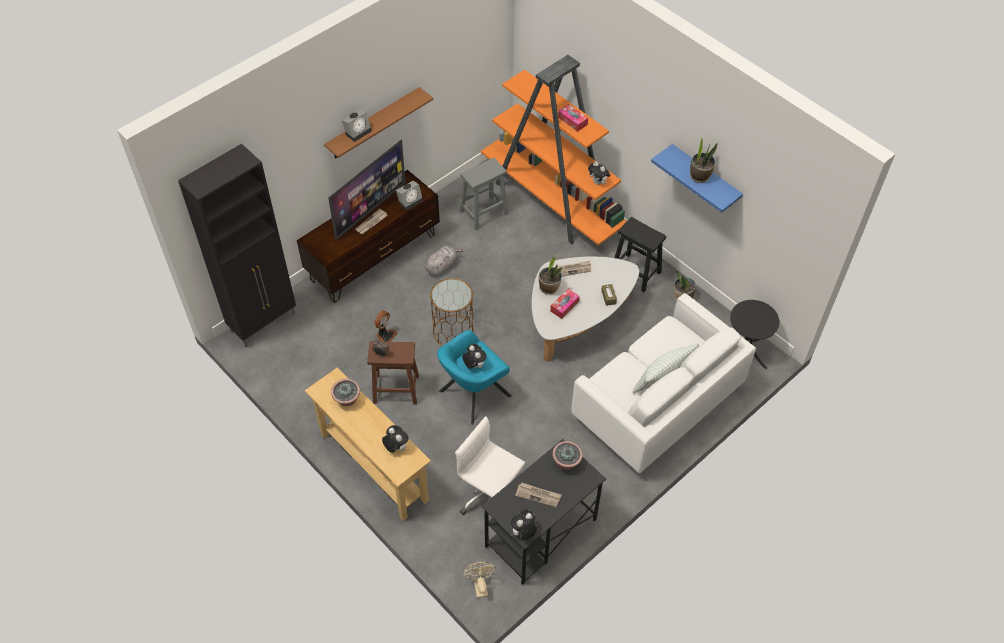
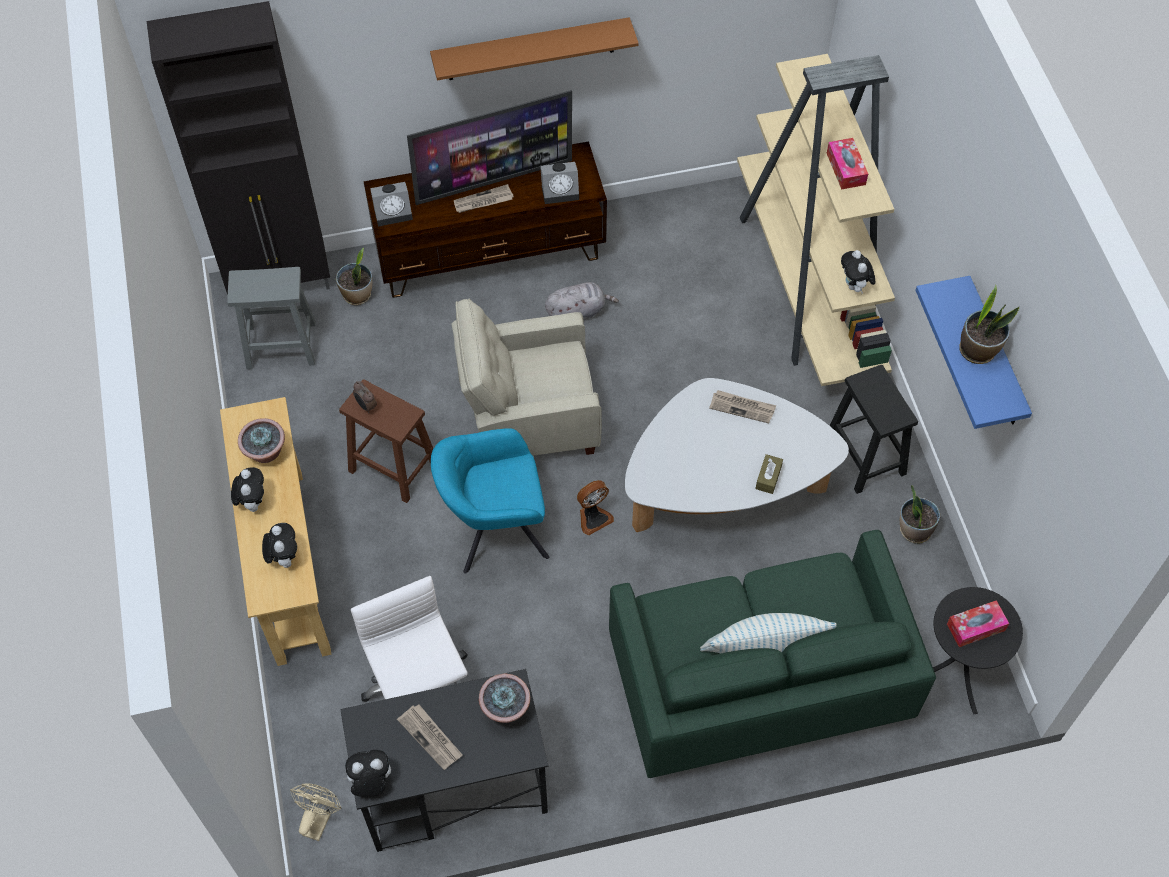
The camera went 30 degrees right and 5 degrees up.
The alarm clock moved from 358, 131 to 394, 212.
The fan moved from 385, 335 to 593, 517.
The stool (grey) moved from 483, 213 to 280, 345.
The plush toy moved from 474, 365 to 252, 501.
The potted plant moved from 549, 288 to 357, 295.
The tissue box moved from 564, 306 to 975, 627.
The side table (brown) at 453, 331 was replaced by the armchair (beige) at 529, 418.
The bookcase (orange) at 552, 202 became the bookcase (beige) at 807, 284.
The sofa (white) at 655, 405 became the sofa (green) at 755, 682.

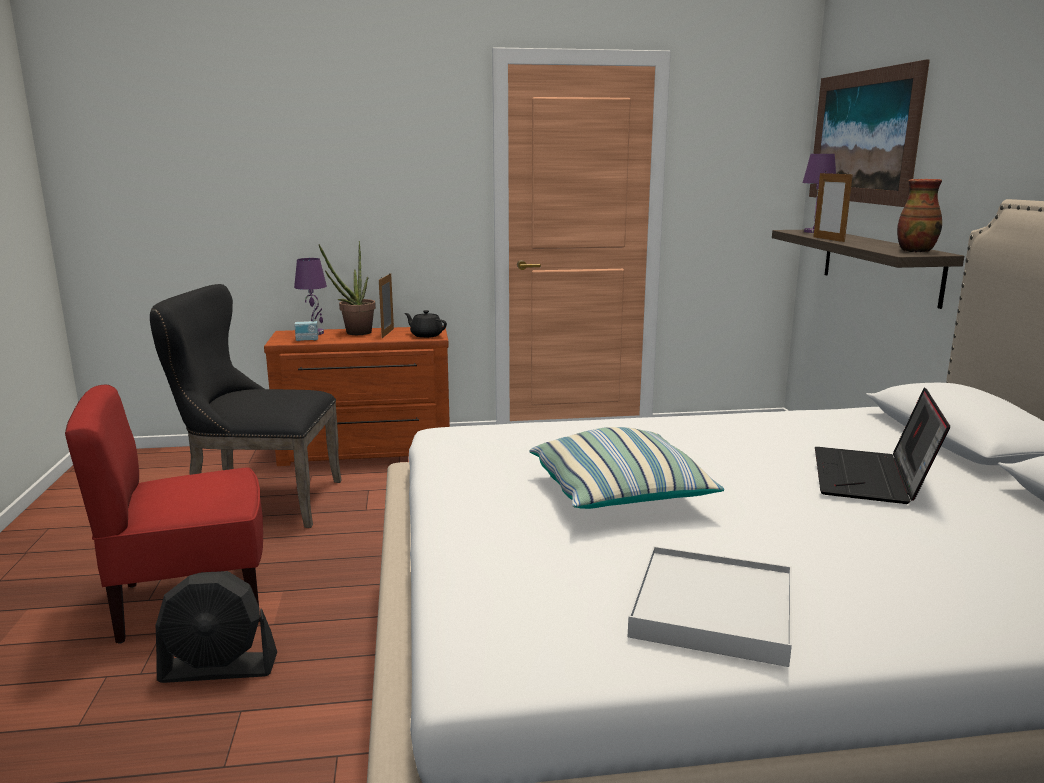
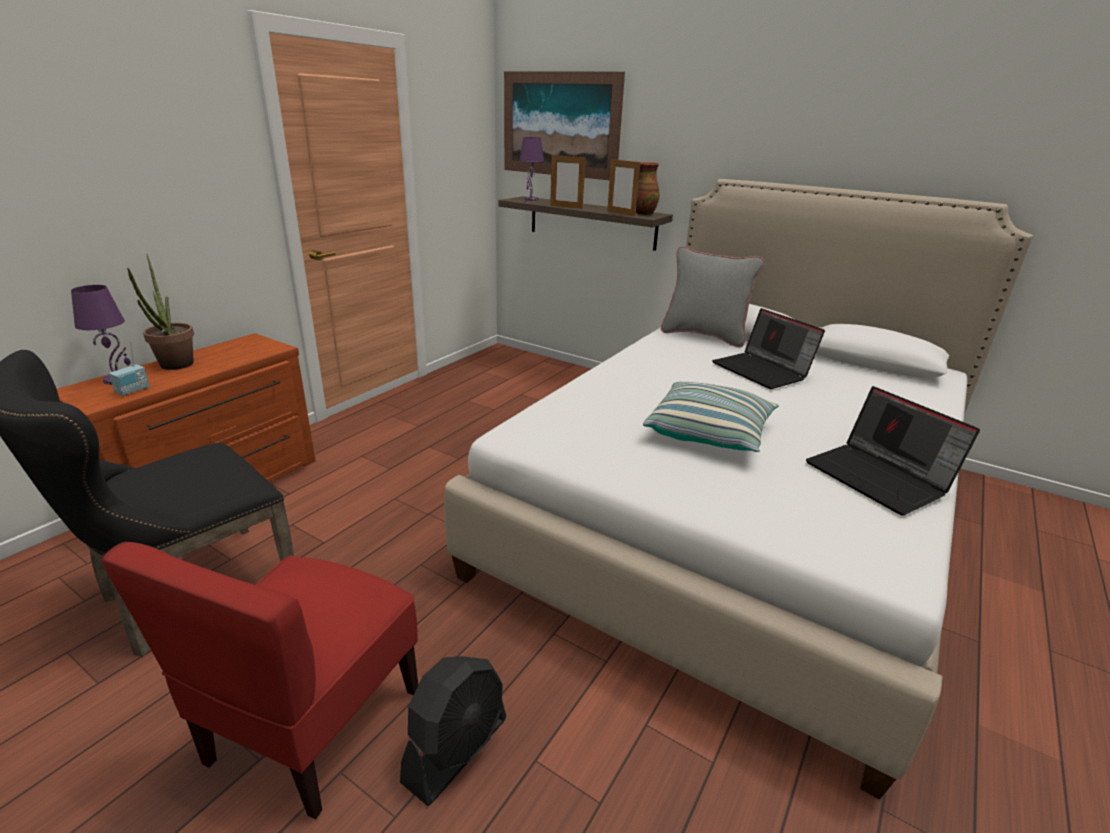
The camera went 50 degrees left and 10 degrees up.
The teapot (black) at 426, 335 disappeared.
The pillow (grey) at 704, 335 appeared.
The picture frame moved from 388, 333 to 621, 213.
The tray (white) at 713, 610 was replaced by the laptop at 879, 478.

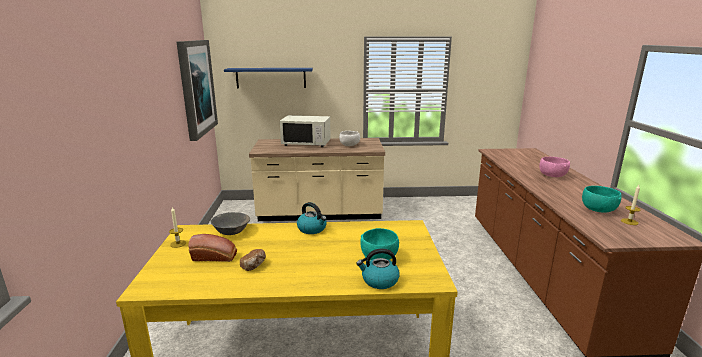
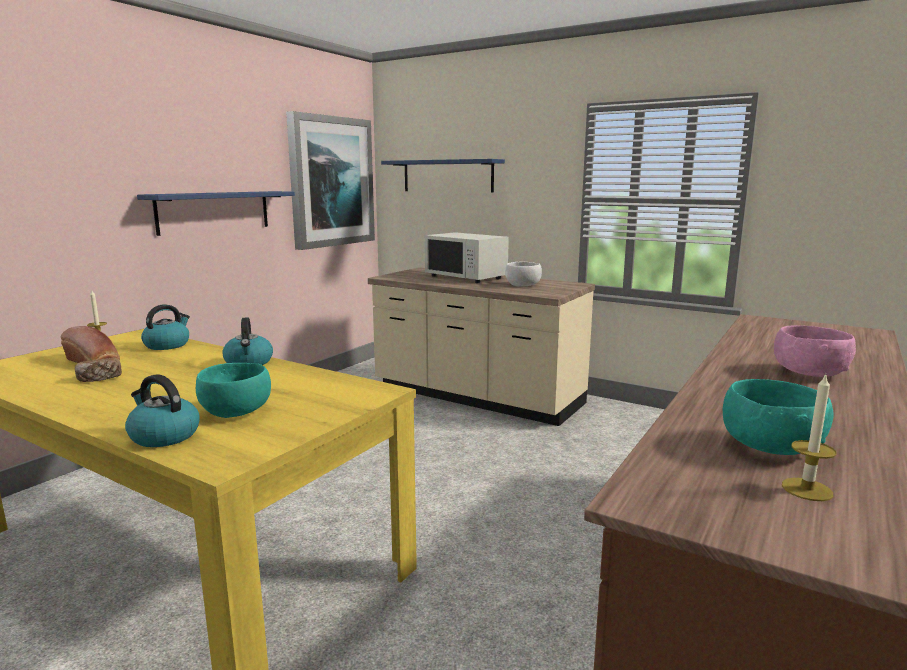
The camera went 35 degrees right and 5 degrees down.
The shelf (blue) at 214, 211 appeared.
The bowl (grey) at 231, 232 was replaced by the kettle at 167, 345.

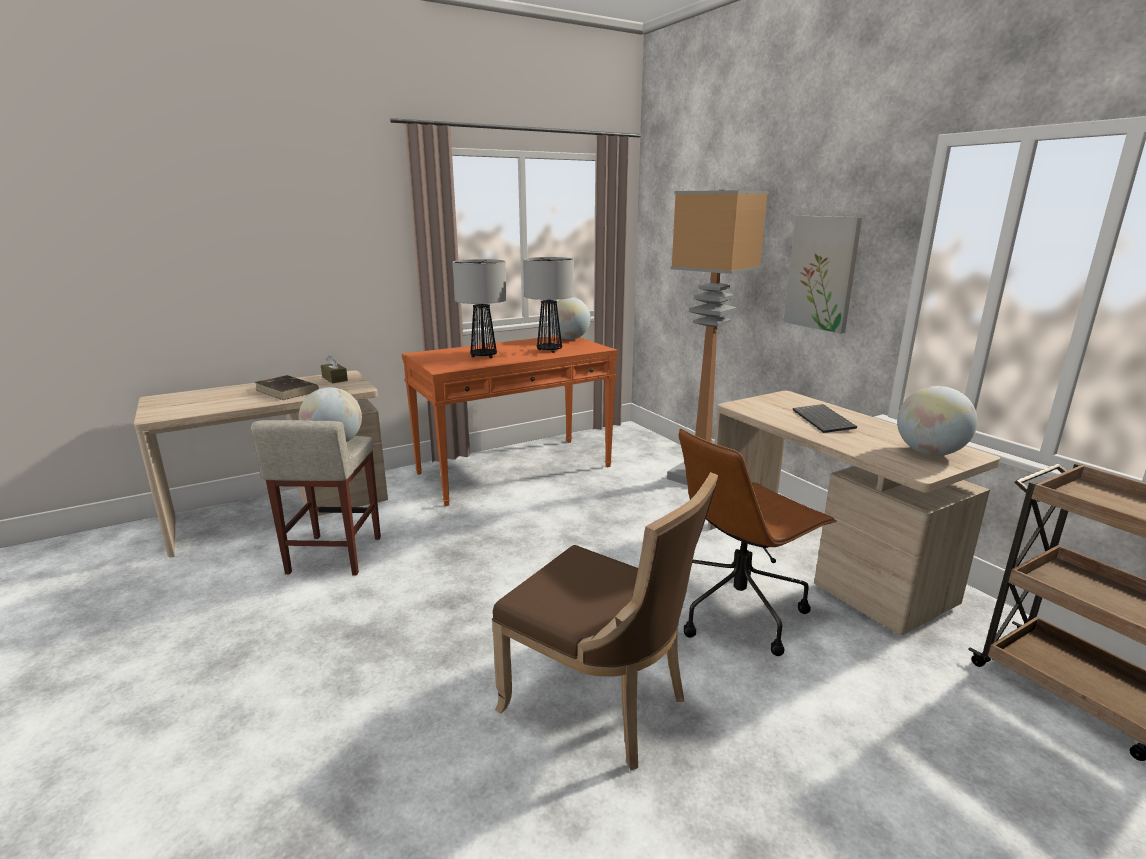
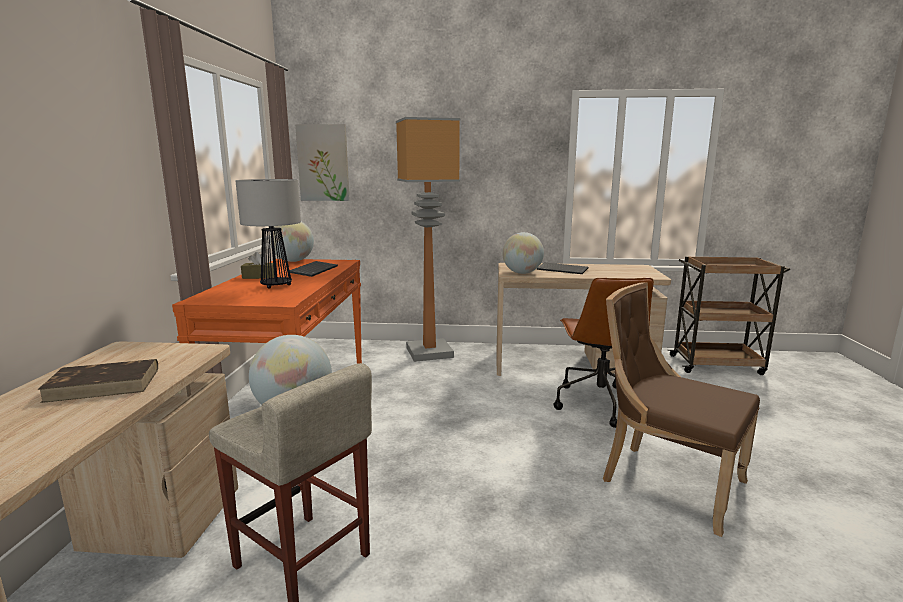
The camera went 55 degrees left and 5 degrees down.
The tissue box (brown) moved from 334, 379 to 259, 277.
The picture moved from 822, 273 to 323, 163.
The globe moved from 929, 453 to 522, 273.
The table lamp at 549, 350 was replaced by the keyboard at 313, 270.
The chair (brown) at 602, 703 turned 120 degrees counterclockwise.

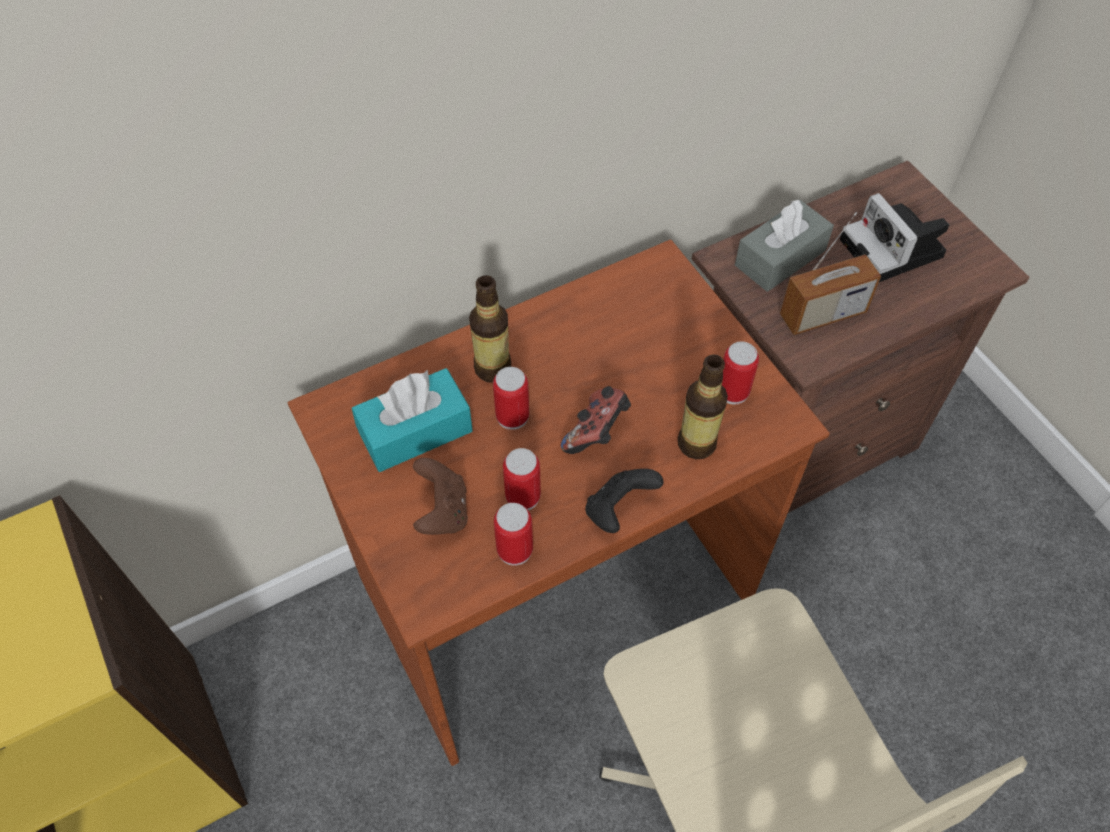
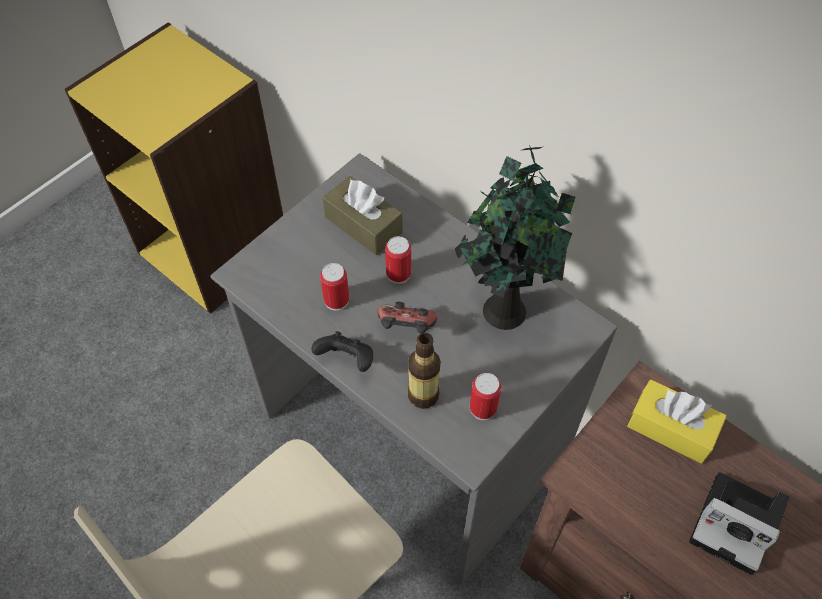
The camera went 70 degrees right and 0 degrees up.
The game controller (brown) at 442, 511 disappeared.
The bottle at 493, 368 disappeared.
The can at 514, 550 disappeared.
The radio at 822, 314 disappeared.
The potted plant at 503, 307 appeared.
The desk (brown) at 556, 594 became the desk (grey) at 411, 438.
The tissue box (turquoise) at 415, 431 became the tissue box (brown) at 363, 225.
The tissue box (grey) at 780, 258 became the tissue box (yellow) at 671, 428.
The photo camera at 894, 250 turned 105 degrees counterclockwise.

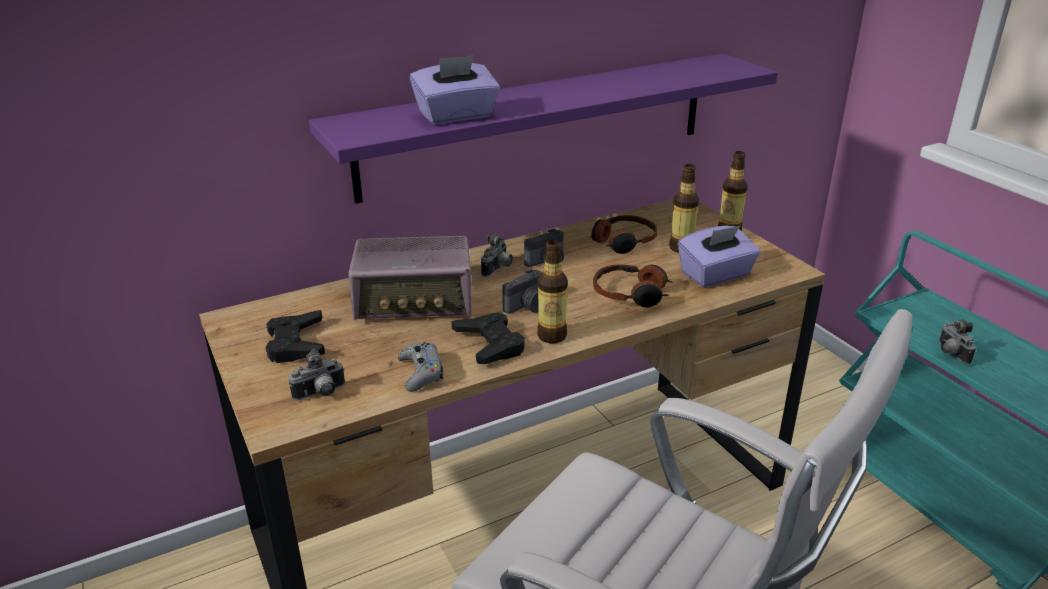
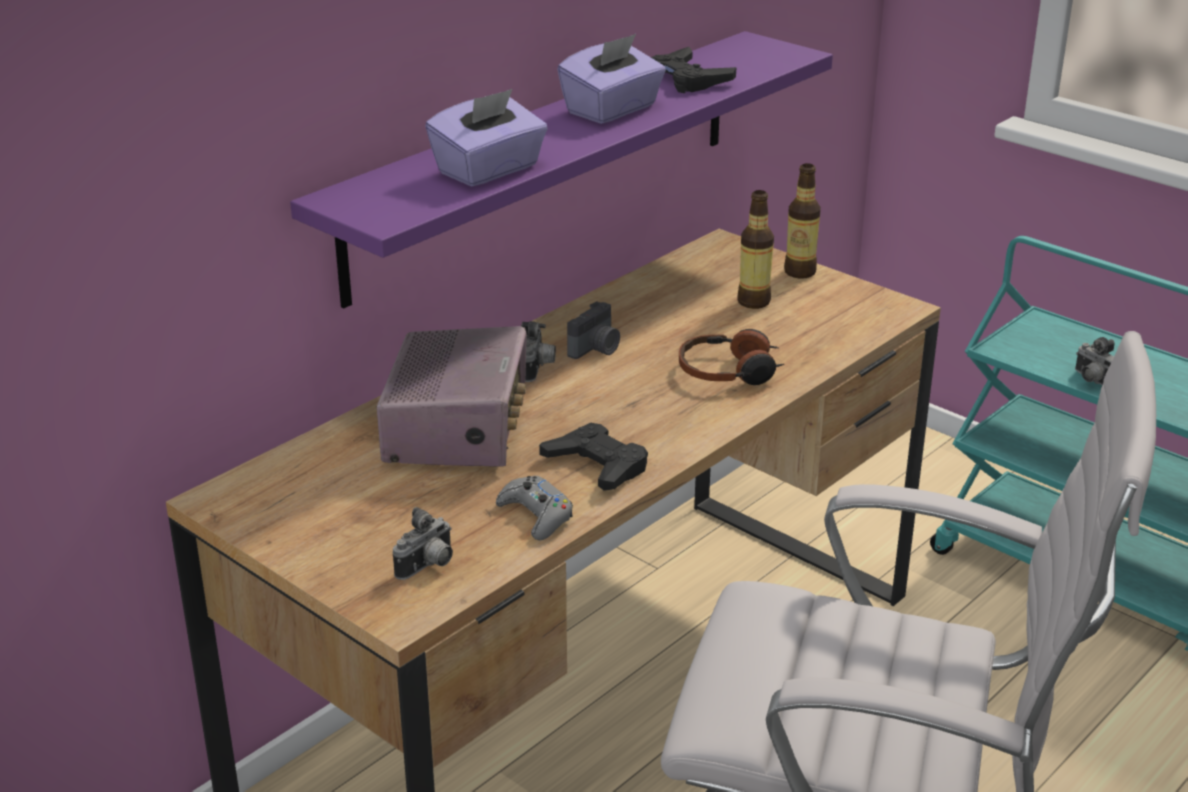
The camera went 20 degrees left and 0 degrees up.
The photo camera at 527, 306 disappeared.
The bottle at 552, 336 disappeared.
The headphones at 622, 242 disappeared.
The game controller (black) moved from 296, 343 to 686, 79.
The tissue box (purple) moved from 716, 275 to 612, 110.
The radio at 415, 300 turned 60 degrees counterclockwise.

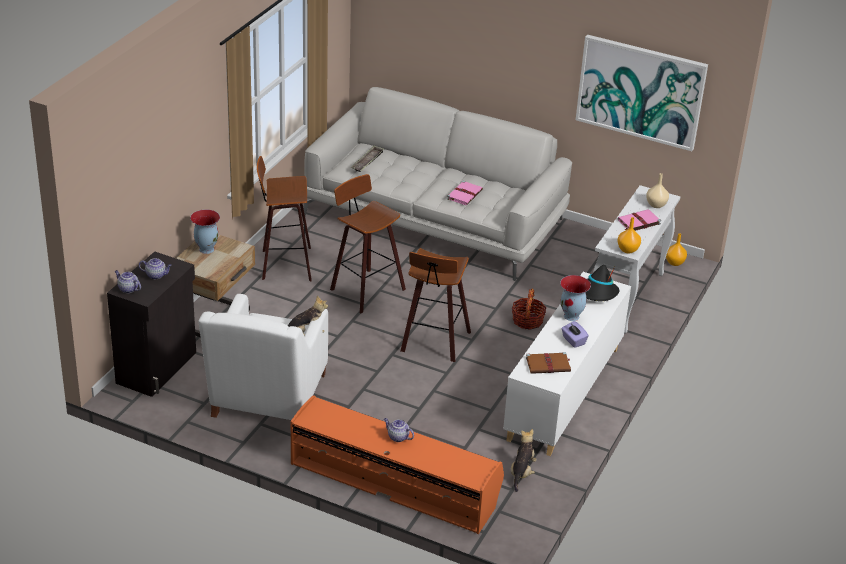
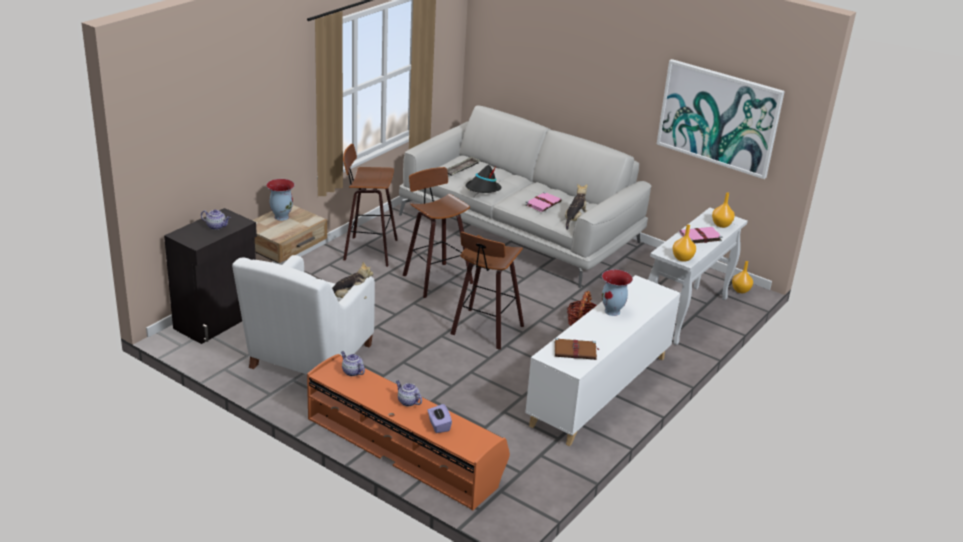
The camera went 10 degrees right and 5 degrees down.
The teapot moved from 128, 289 to 352, 372.
The plush toy moved from 522, 472 to 575, 220.
The tissue box (purple) moved from 573, 341 to 438, 425.
The hat (black) moved from 597, 293 to 482, 189.
The vase (beige) at 656, 204 became the vase (orange) at 721, 224.

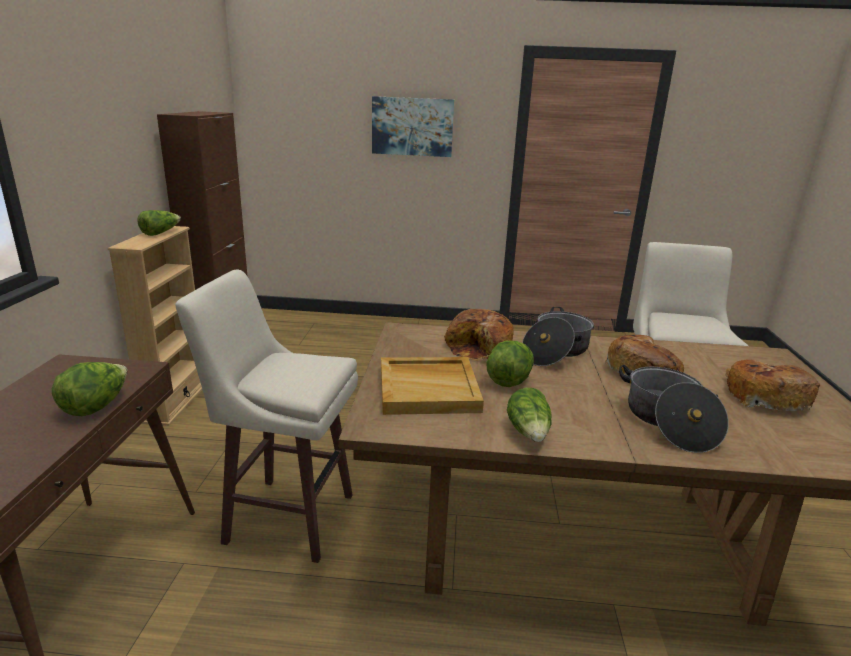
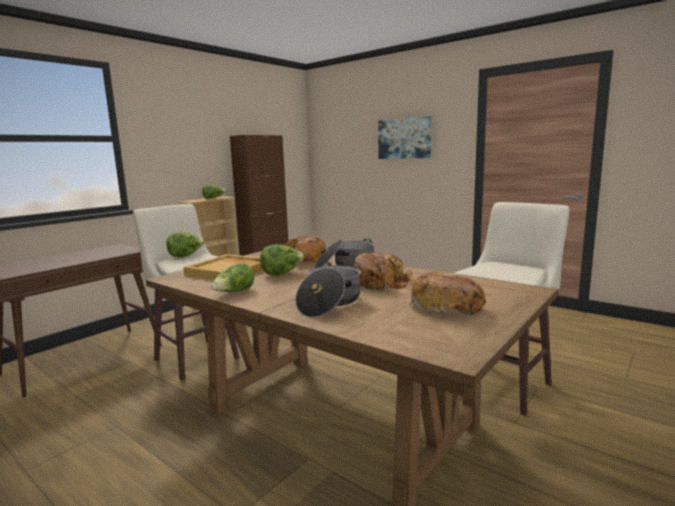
The camera went 35 degrees right and 10 degrees down.
The lettuce moved from 96, 406 to 186, 256.

